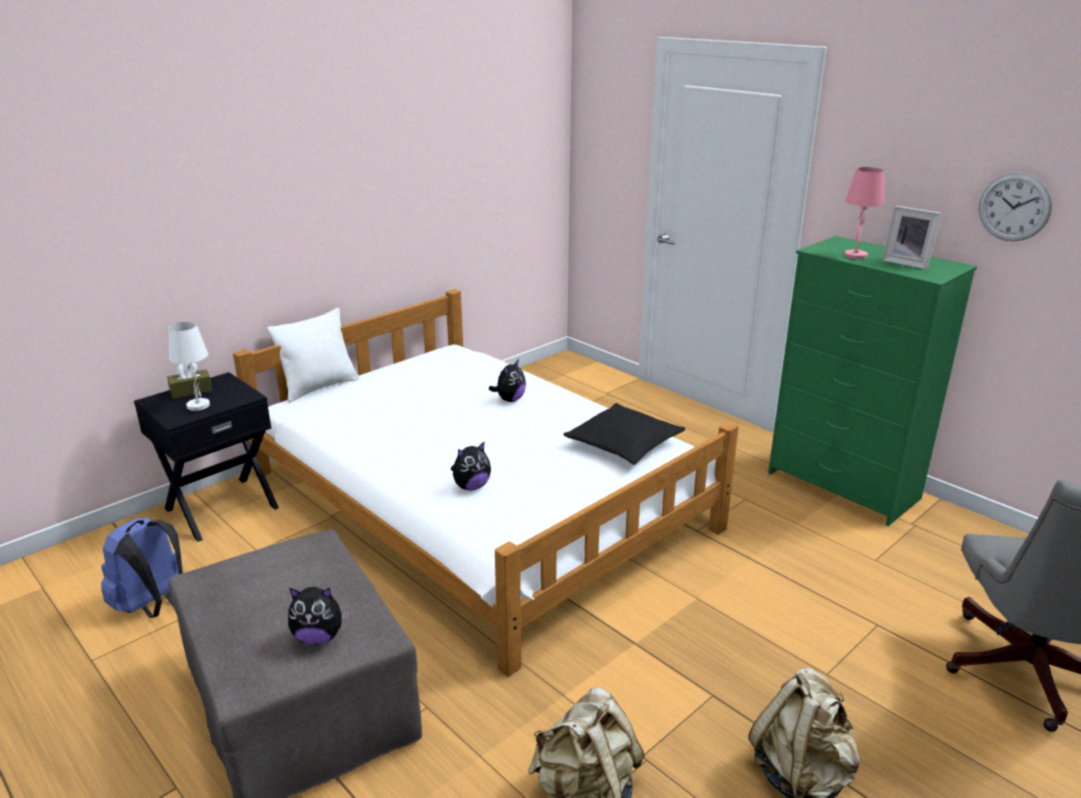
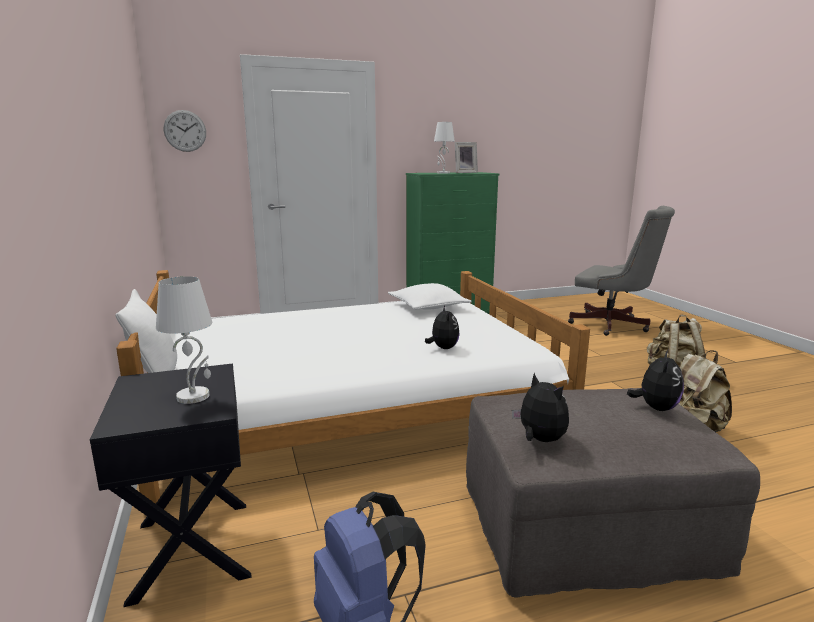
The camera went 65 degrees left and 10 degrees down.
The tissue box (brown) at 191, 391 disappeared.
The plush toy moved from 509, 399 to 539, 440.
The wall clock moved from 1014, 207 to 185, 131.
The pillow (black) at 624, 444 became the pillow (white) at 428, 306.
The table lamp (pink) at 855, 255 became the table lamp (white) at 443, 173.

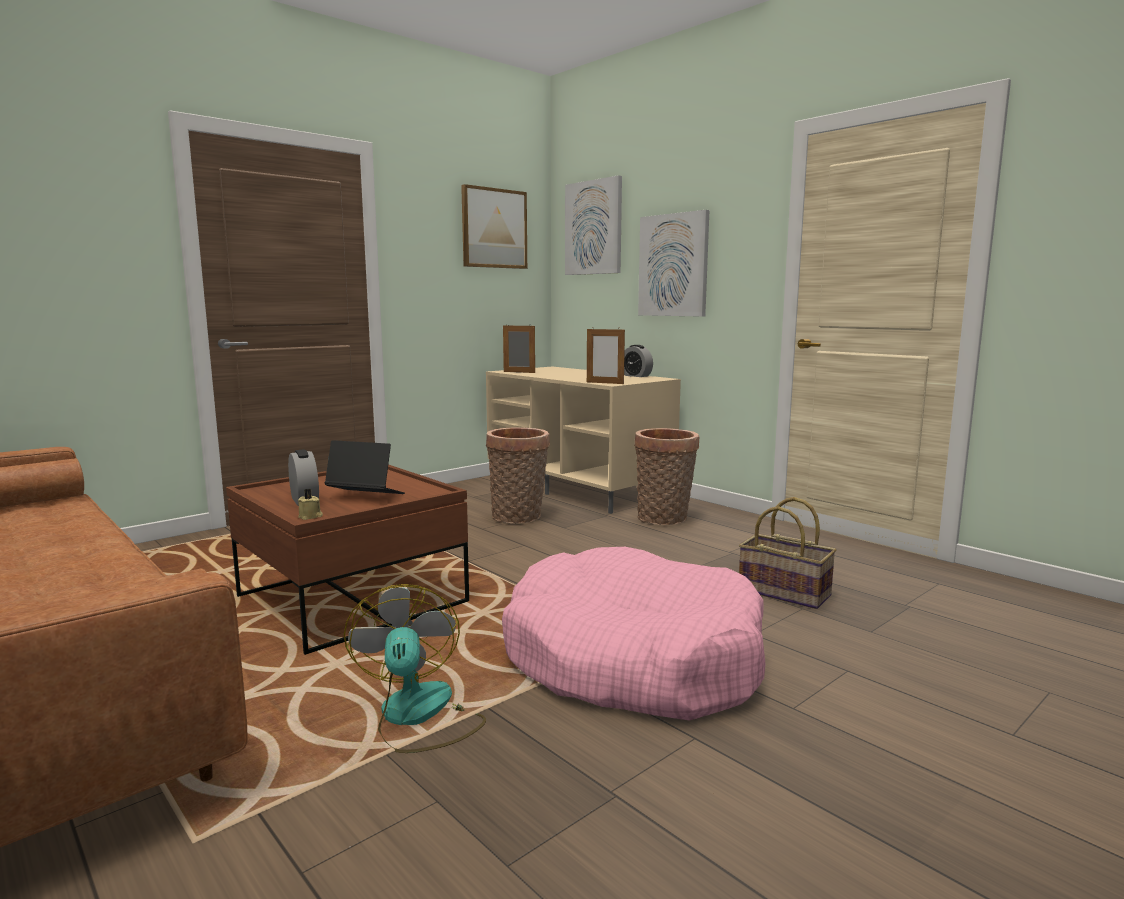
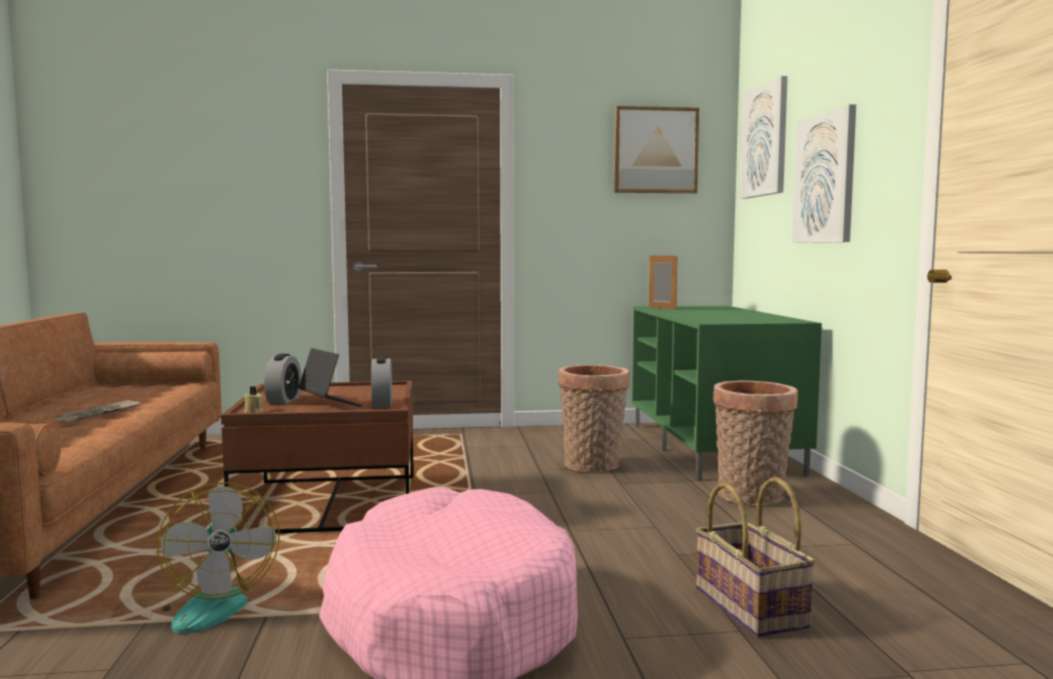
The camera went 35 degrees right and 5 degrees down.
The picture frame at 605, 383 disappeared.
The newspaper at 100, 413 appeared.
The alarm clock moved from 636, 376 to 382, 404.
The tv stand (beige) at 579, 487 became the tv stand (green) at 713, 448.
The fan at 418, 717 turned 135 degrees clockwise.

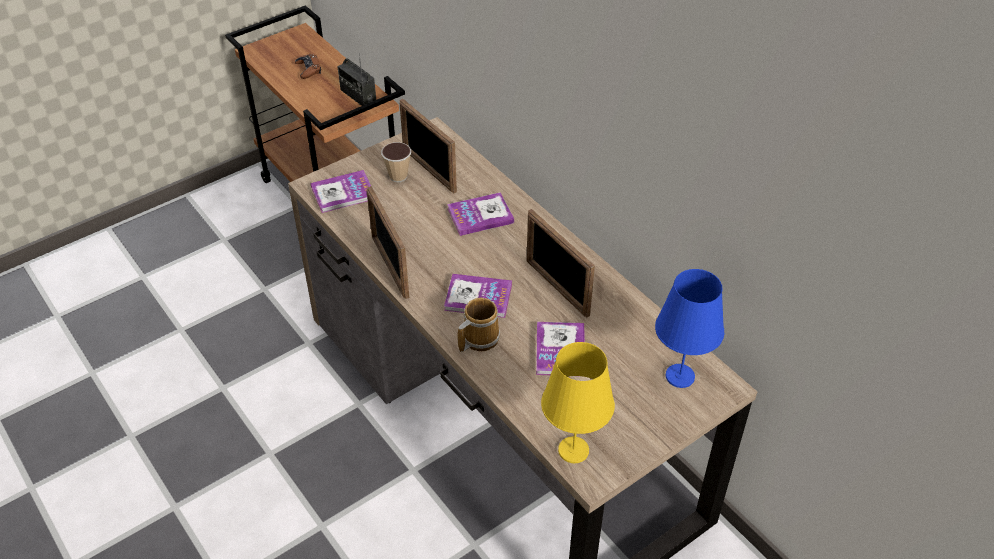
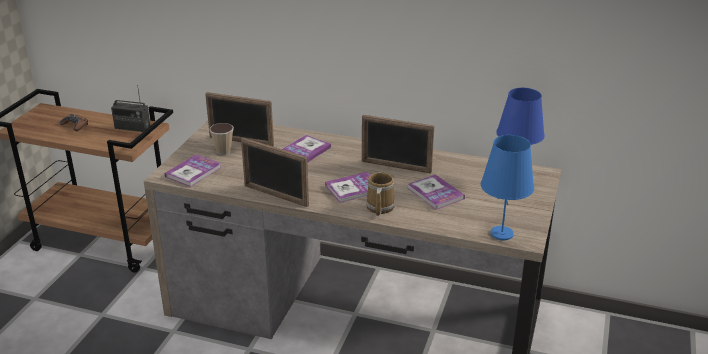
The camera went 35 degrees left and 15 degrees down.
The table lamp (yellow) at 574, 450 became the table lamp (blue) at 502, 233.

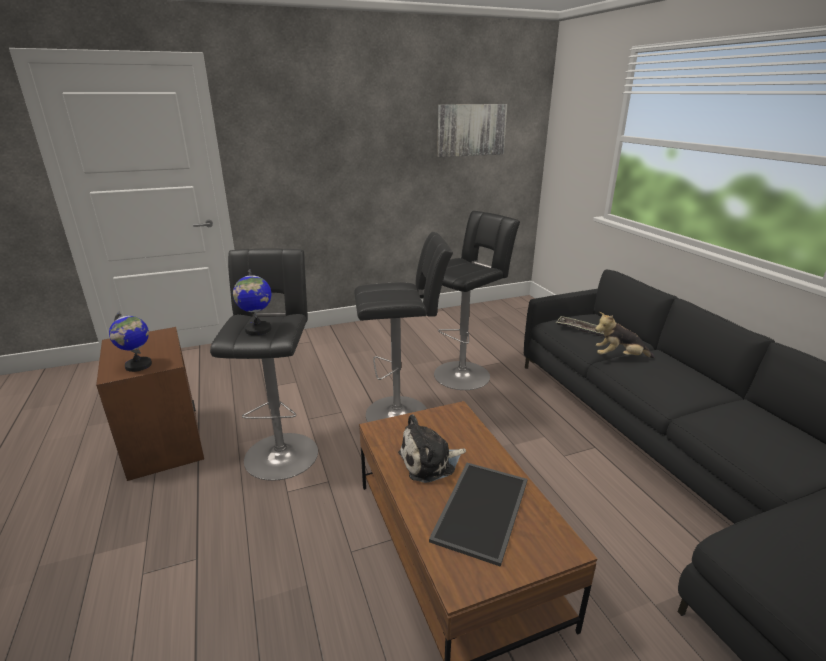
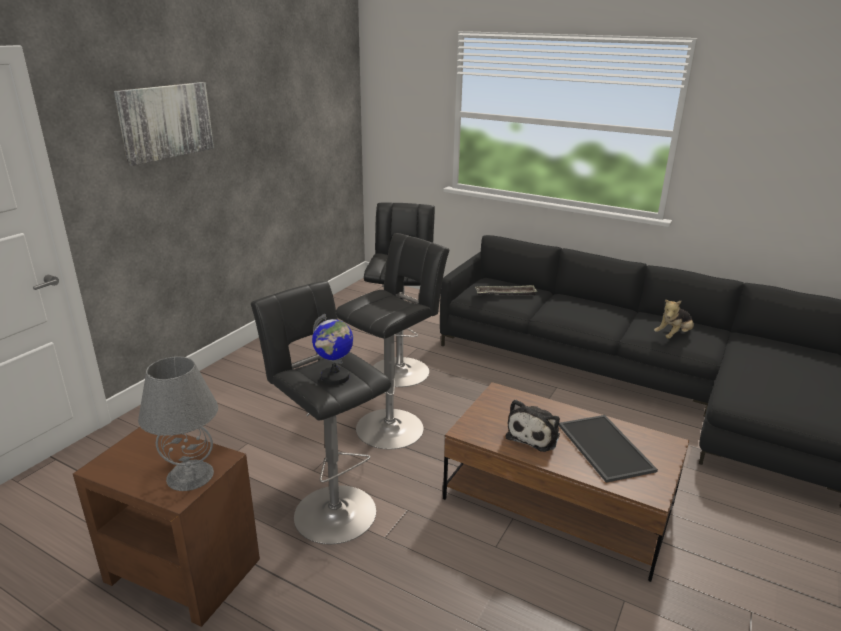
The camera went 40 degrees left and 0 degrees up.
The picture moved from 471, 130 to 165, 121.
The plush toy moved from 619, 357 to 673, 336.
The globe at 138, 365 was replaced by the table lamp (grey) at 190, 475.

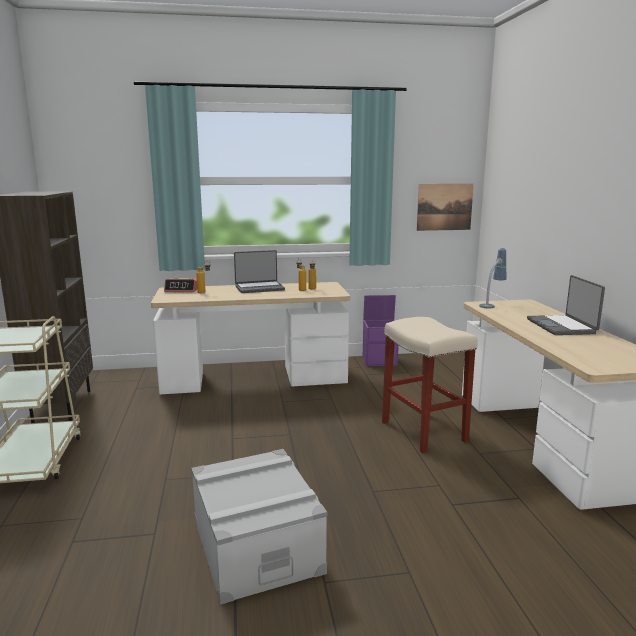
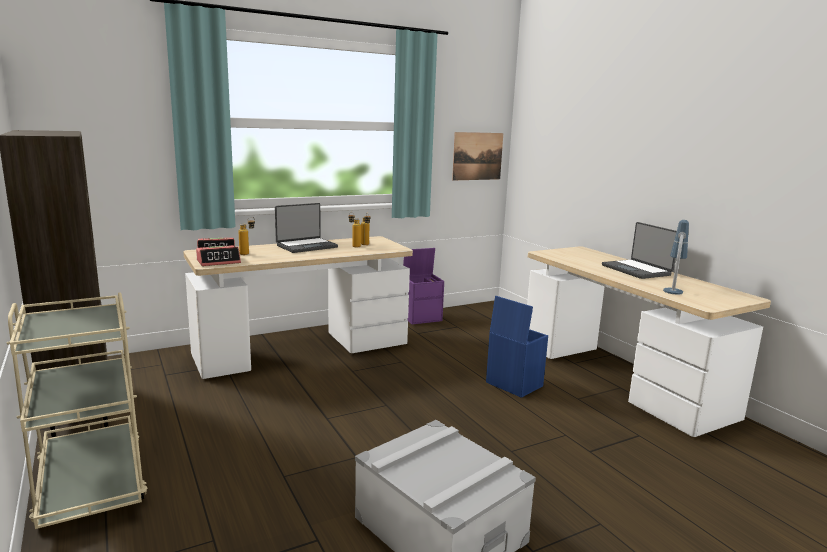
The camera went 20 degrees left and 0 degrees up.
The alarm clock at 219, 261 appeared.
The table lamp moved from 492, 304 to 673, 288.
The stool (beige) at 422, 431 was replaced by the storage box (blue) at 513, 384.

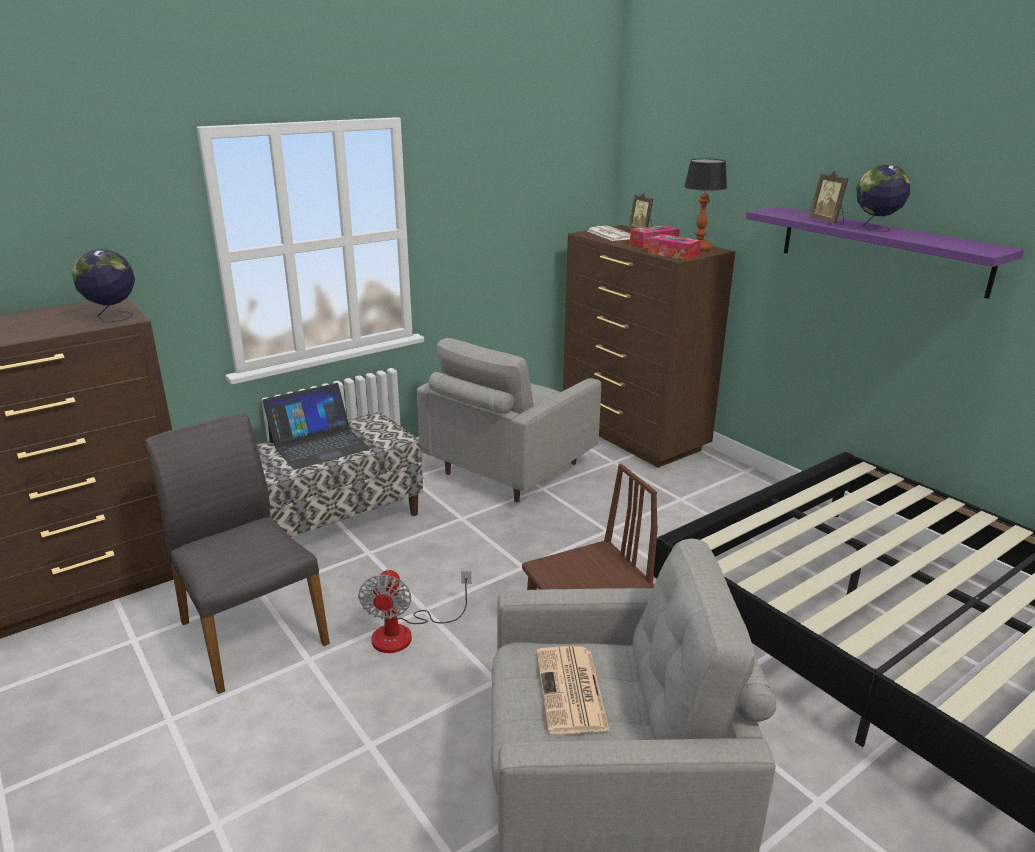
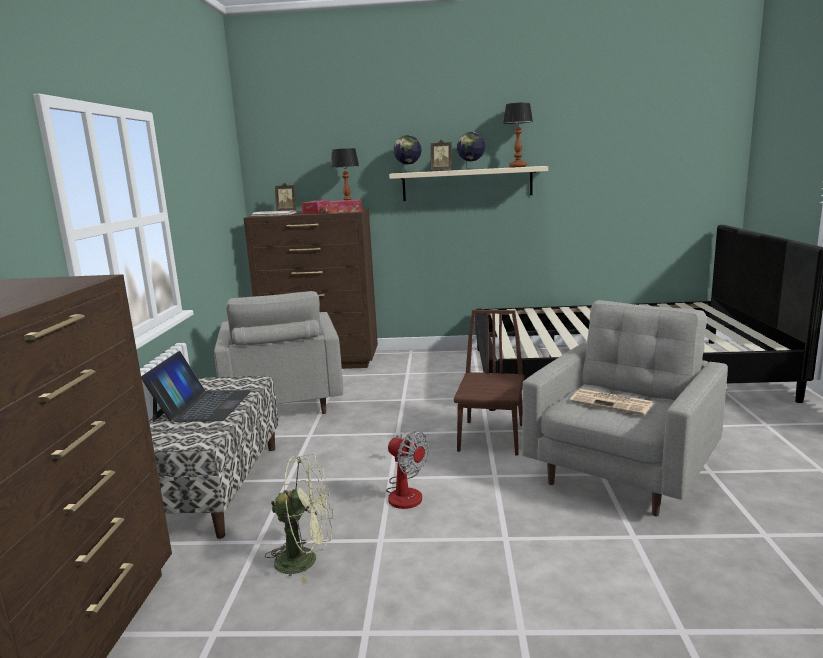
The camera went 50 degrees left and 10 degrees down.
The table lamp at 517, 167 appeared.
The globe moved from 113, 318 to 408, 172.
The chair (grey) at 250, 632 was replaced by the fan (green) at 306, 560.
The shelf (purple) at 881, 249 became the shelf (beige) at 467, 184.

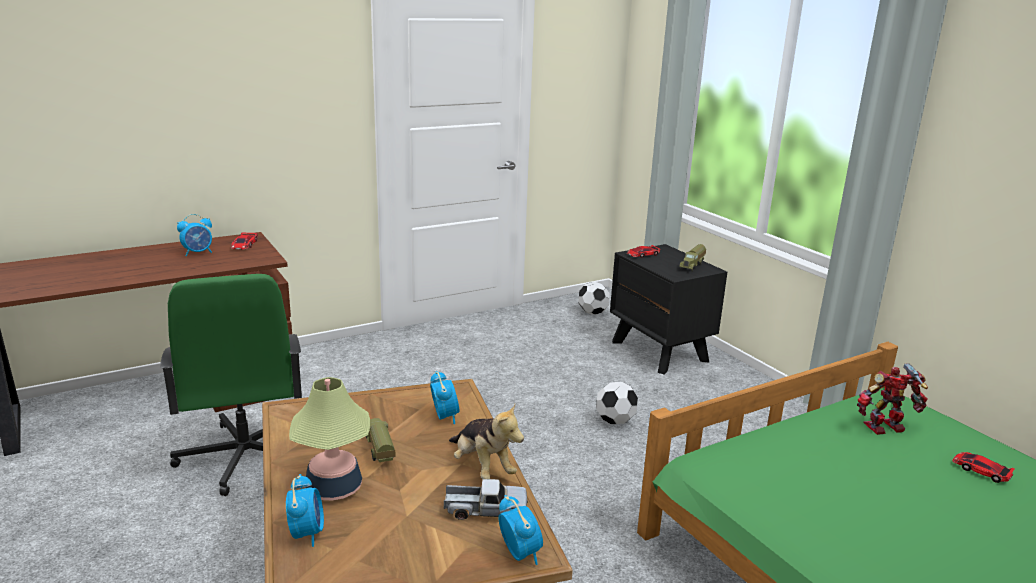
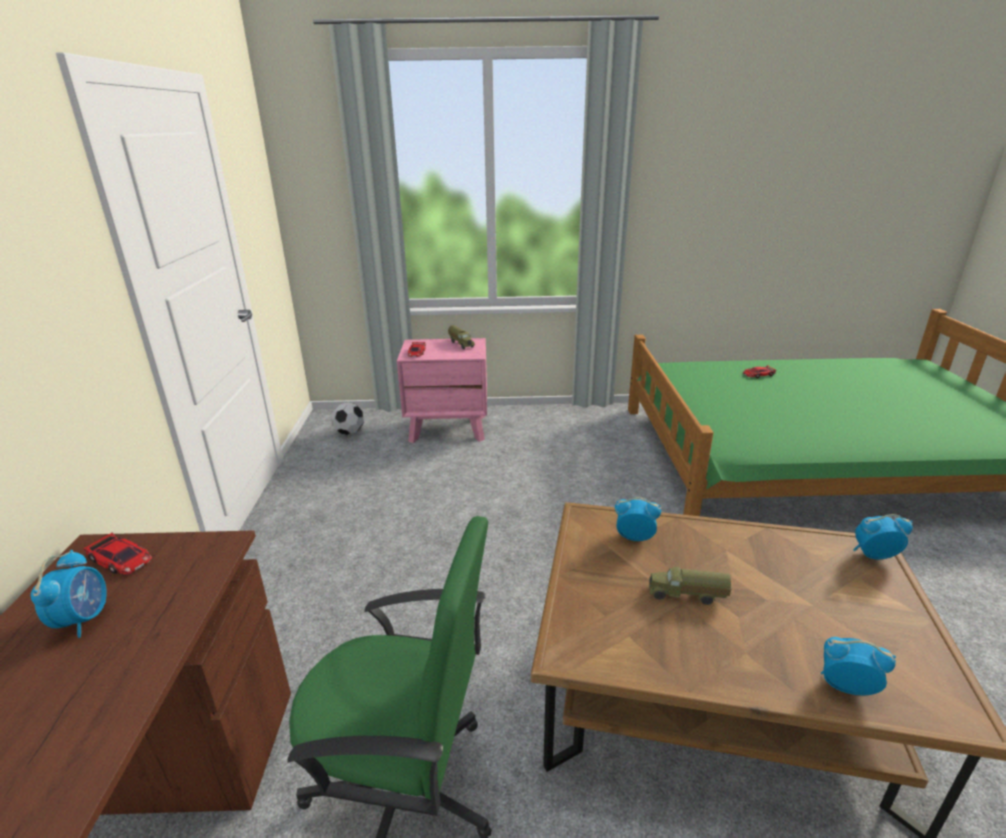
The camera went 60 degrees left and 5 degrees up.
The table lamp at 334, 488 disappeared.
The toy truck at 485, 510 disappeared.
The plush toy at 482, 467 disappeared.
The football at 615, 421 disappeared.
The toy robot at 886, 429 disappeared.
The nightstand (black) at 660, 351 became the nightstand (pink) at 448, 428.

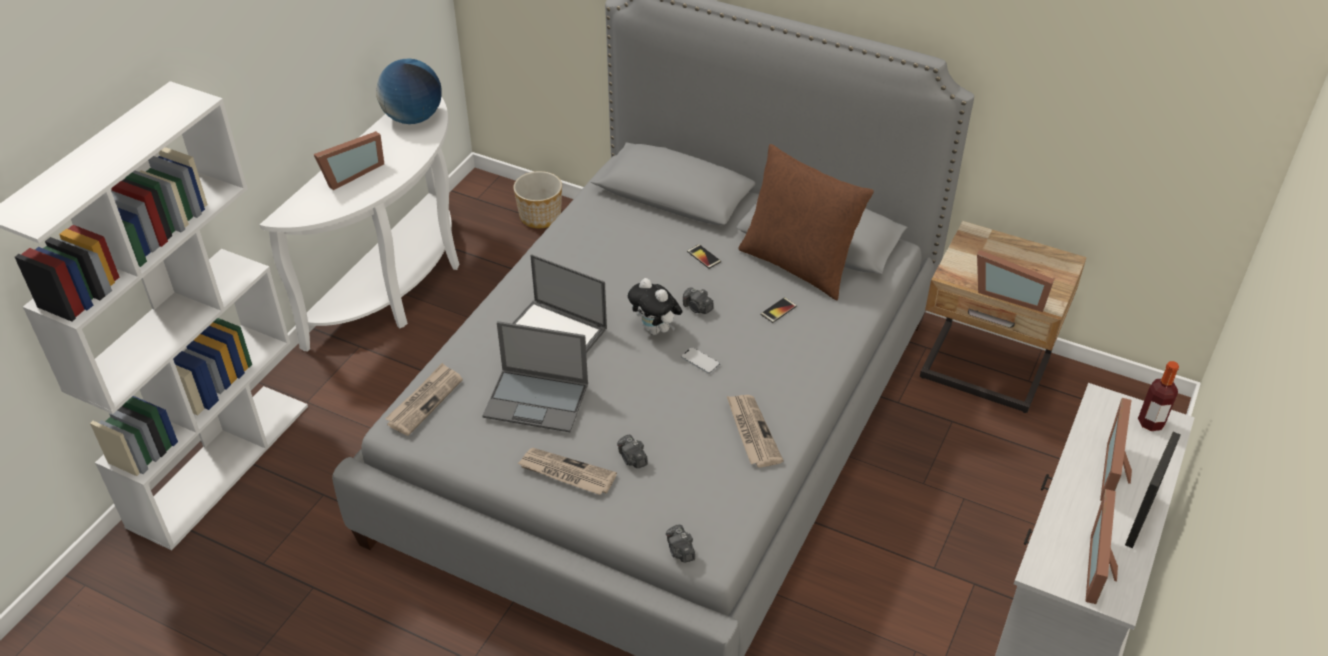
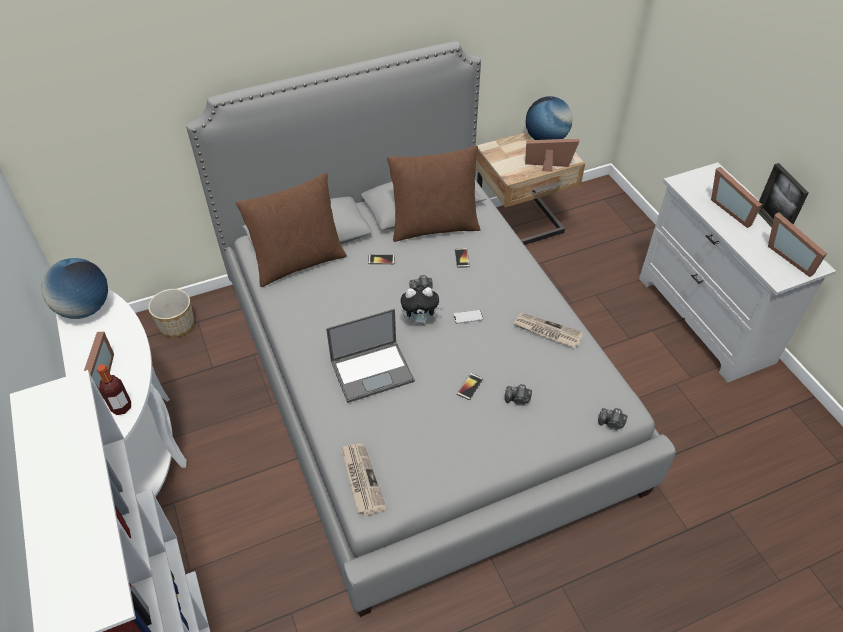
The camera went 50 degrees left and 5 degrees up.
The laptop at 537, 400 disappeared.
The newspaper at 566, 473 disappeared.
The pillow (brown) at 298, 261 appeared.
The phone at 470, 386 appeared.
The globe at 546, 139 appeared.
The bottle moved from 1150, 423 to 121, 407.
The picture frame at 1009, 294 turned 150 degrees counterclockwise.

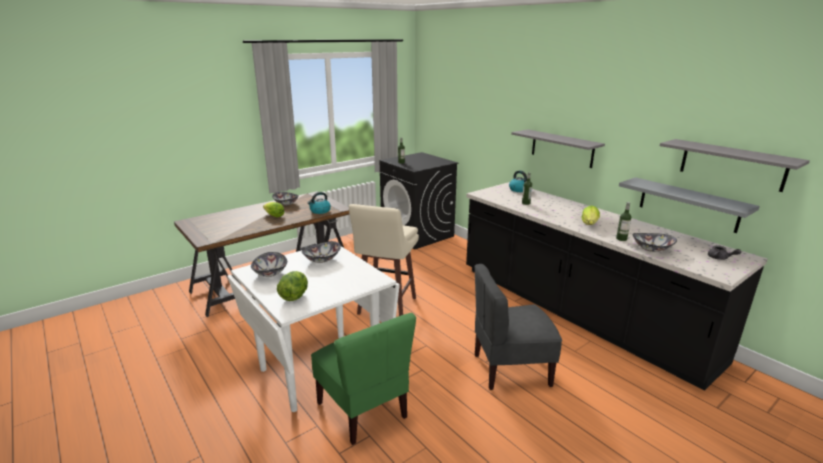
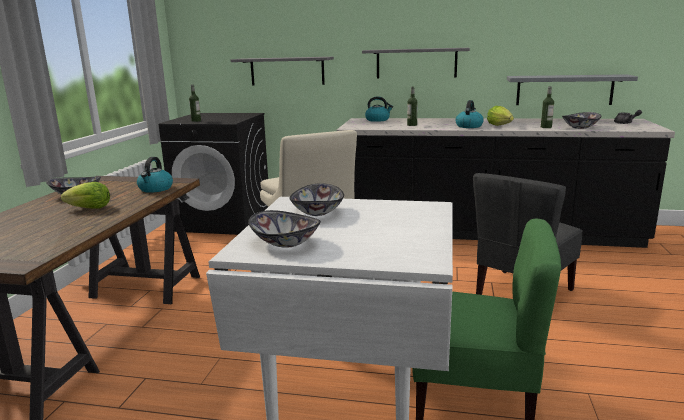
The camera went 40 degrees left and 5 degrees down.
The lettuce at 294, 296 disappeared.
The kettle at 469, 126 appeared.
The shelf (grey) moved from 732, 164 to 287, 71.

